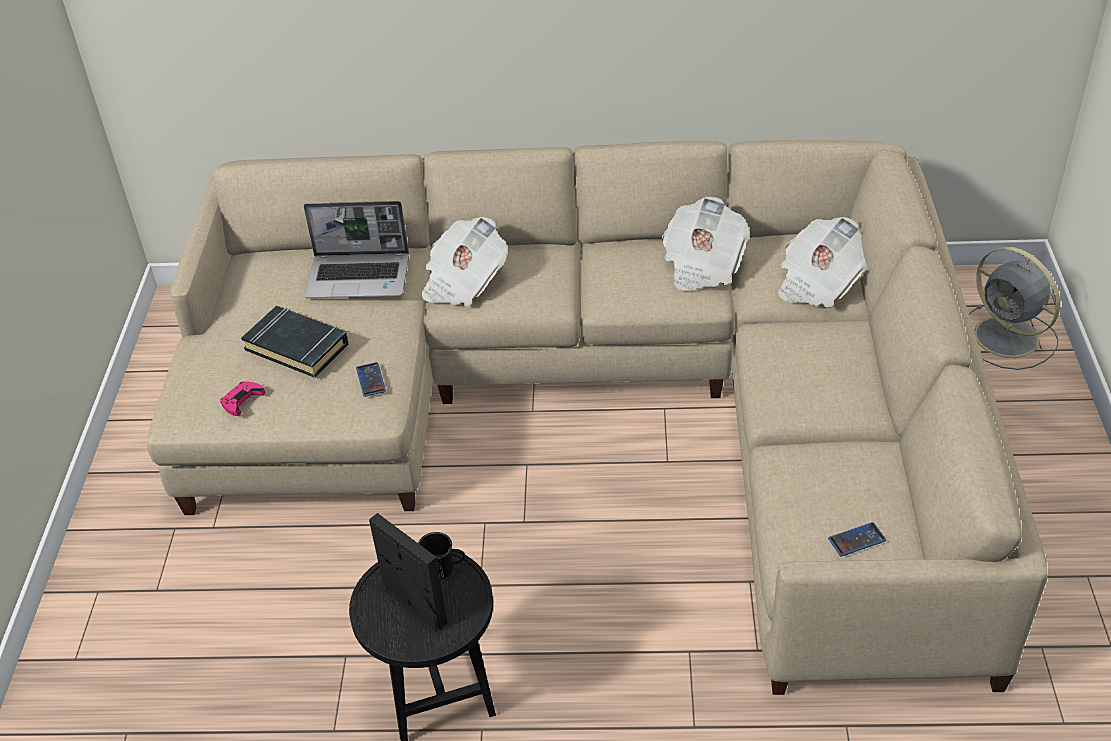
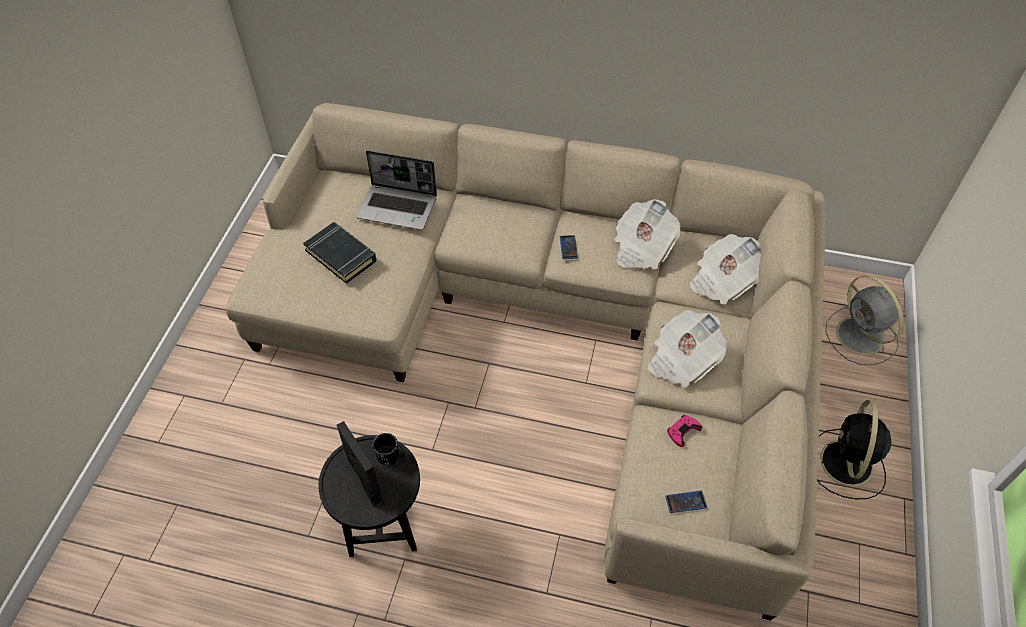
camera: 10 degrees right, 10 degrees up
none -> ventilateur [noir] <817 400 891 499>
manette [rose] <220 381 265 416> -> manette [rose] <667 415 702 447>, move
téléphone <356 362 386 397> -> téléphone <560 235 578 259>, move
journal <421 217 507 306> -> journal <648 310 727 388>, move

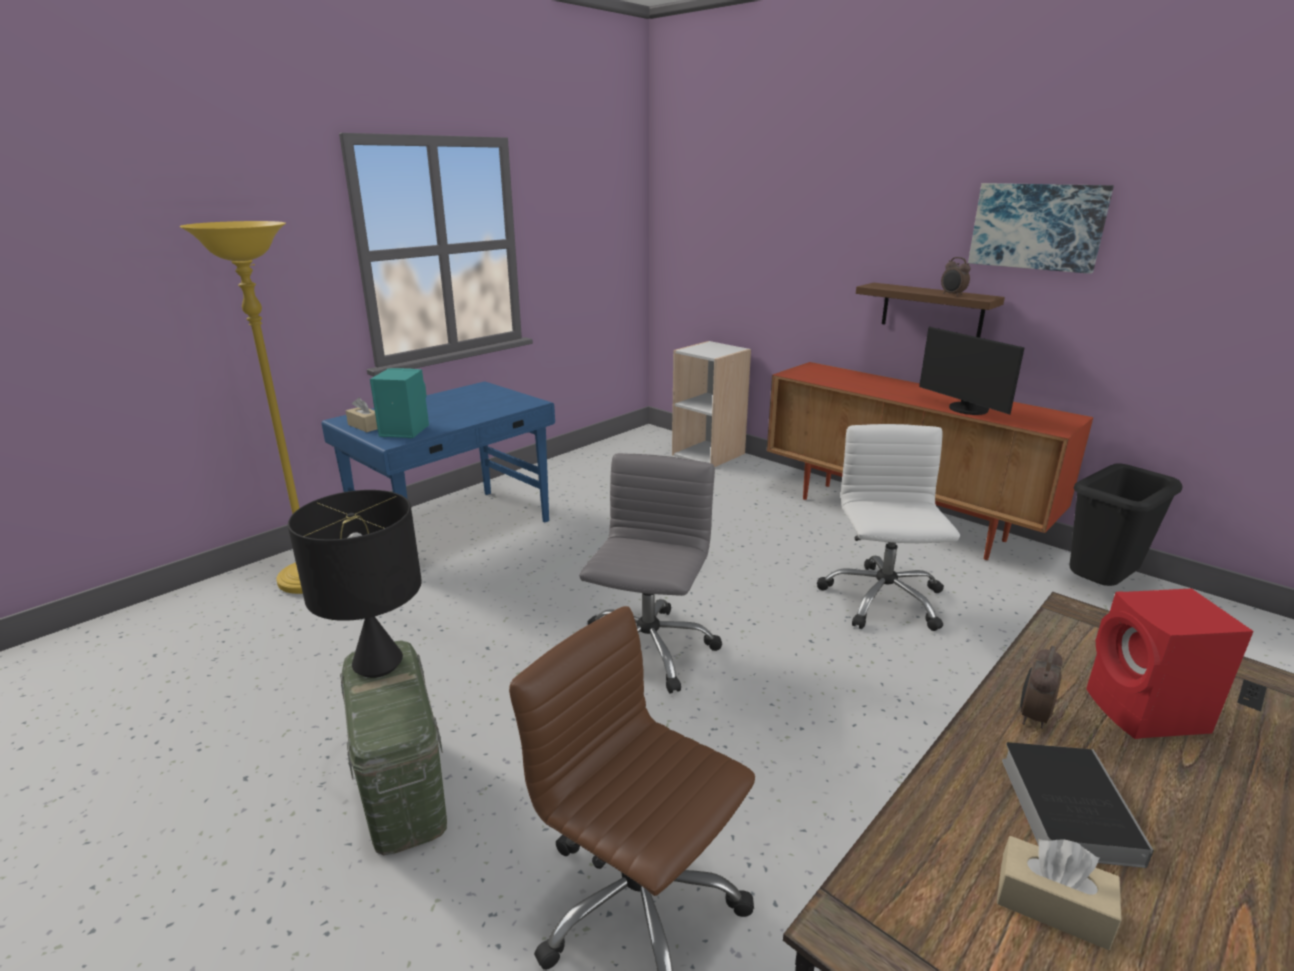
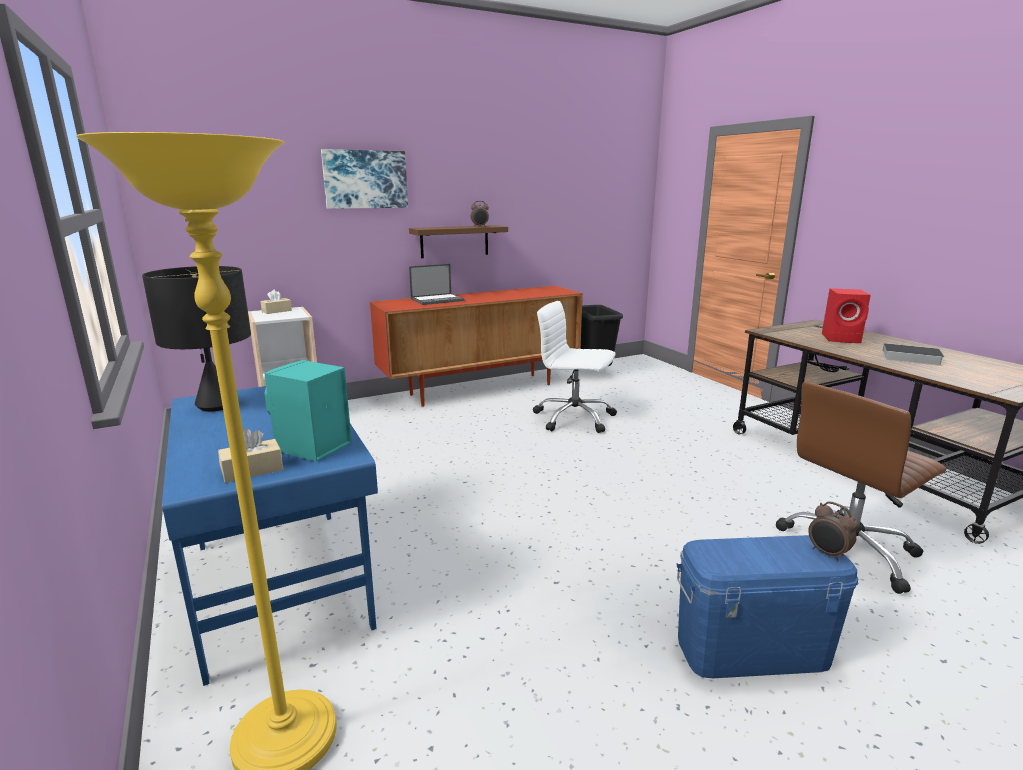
camera: 70 degrees left, 5 degrees down
chaise de bureau [gris] <579 453 722 693> -> none
écran d'ordinateur <919 327 1025 415> -> none
none -> ordinateur portable <409 264 464 305>
lampe de table [noir] <288 490 422 678> -> lampe de table [noir] <142 266 251 412>, move
tableau <968 183 1114 274> -> tableau <321 149 408 209>, move
boîte à mouchoirs [beige] <997 836 1122 950> -> boîte à mouchoirs [beige] <260 290 292 314>, move
réveil <1020 646 1063 729> -> réveil <808 501 858 561>, move
boîte de rangement [vert] <340 640 447 855> -> boîte de rangement [bleu] <676 535 858 678>

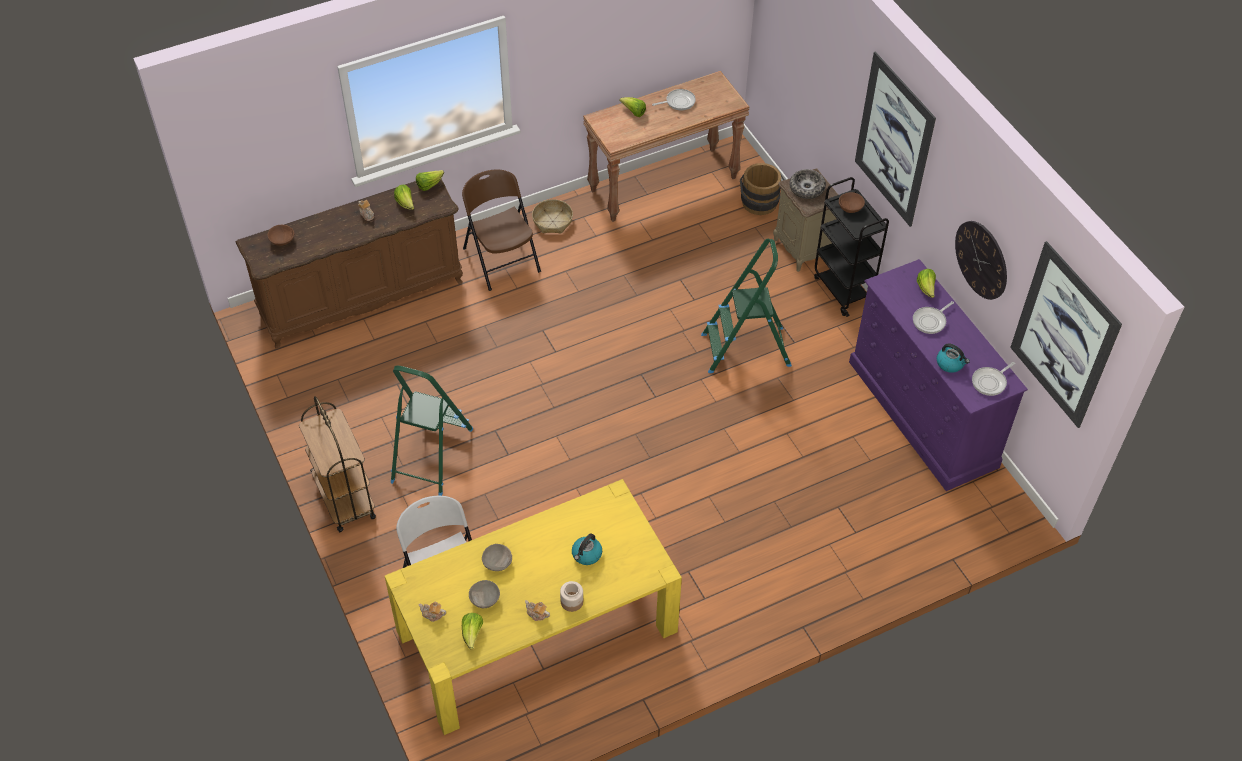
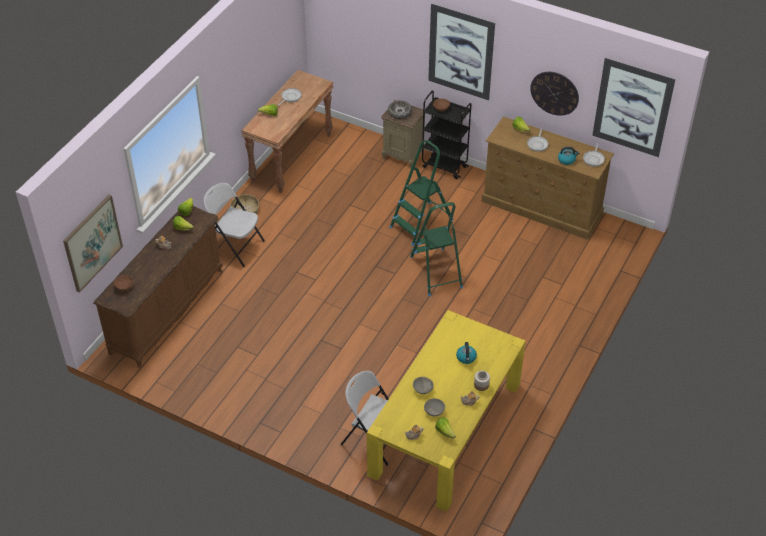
camera: 35 degrees left, 5 degrees down
chariot [marron] <299 396 376 532> -> none
seau [marron] <740 163 785 215> -> none
none -> tableau <63 195 123 293>
escabeau [vert] <391 366 473 496> -> escabeau [vert] <410 202 463 297>, move
chaise [marron] <462 170 541 291> -> chaise [blanc] <204 183 265 267>
commode [violet] <849 259 1028 491> -> commode [marron] <481 116 614 240>

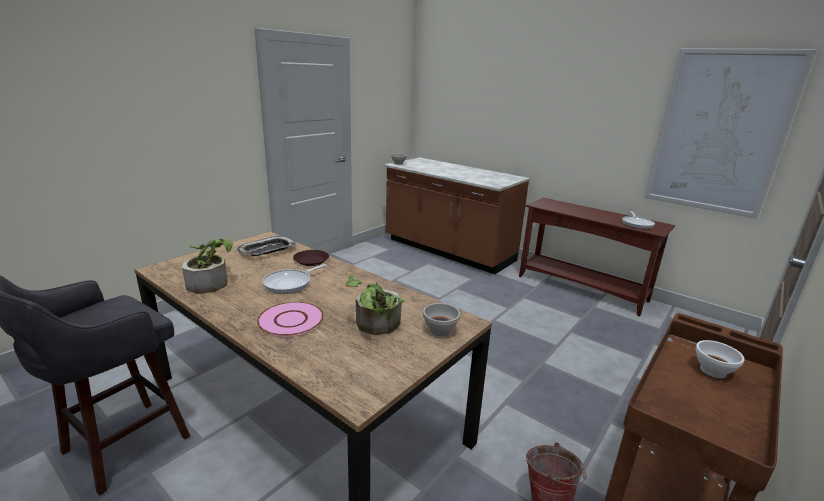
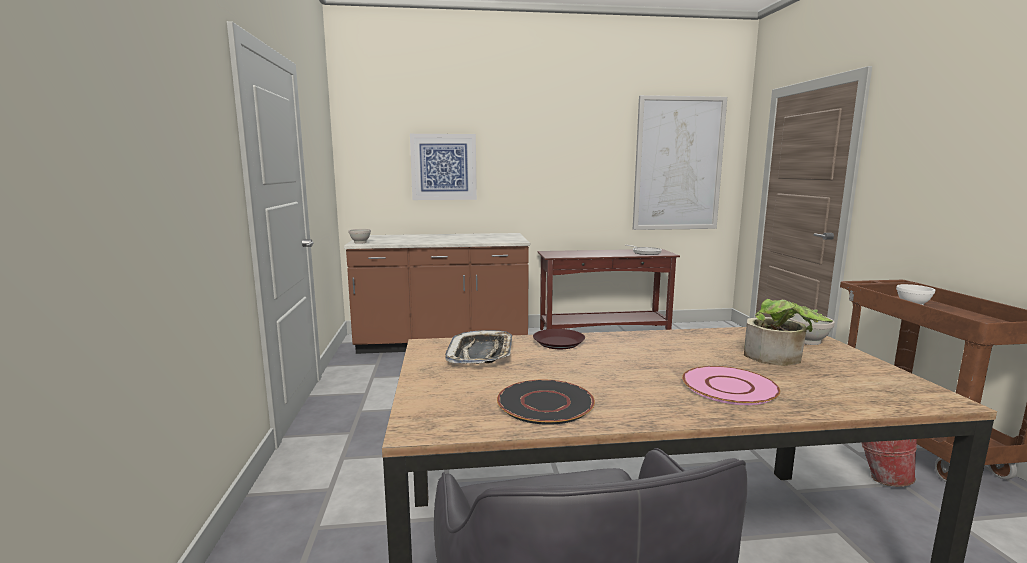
camera: 45 degrees left, 10 degrees down
poêle <262 264 327 294> -> none
none -> tableau <410 134 477 200>
plante en pot <182 238 233 294> -> assiette [noir] <497 380 595 425>

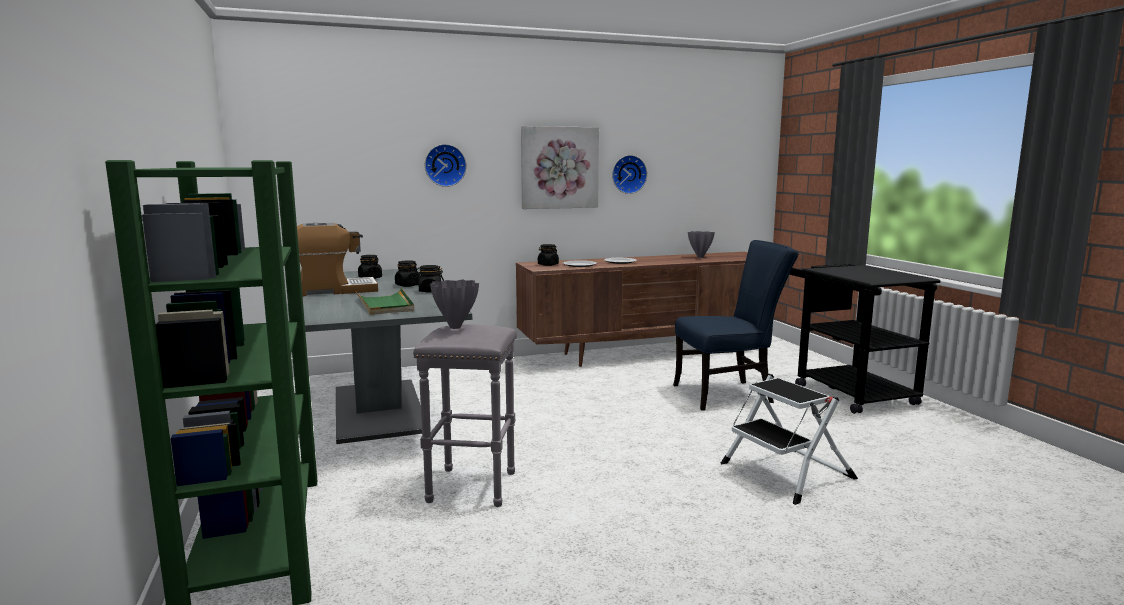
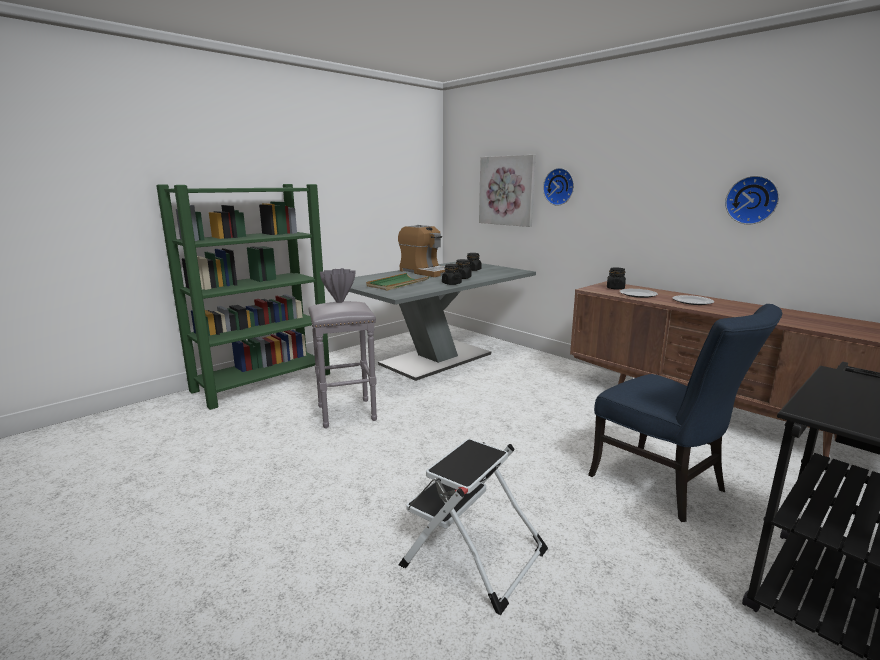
camera: 65 degrees right, 5 degrees up
vase [gris] <688 231 715 258> -> none
tableau <521 126 599 209> -> tableau <479 155 536 227>, move

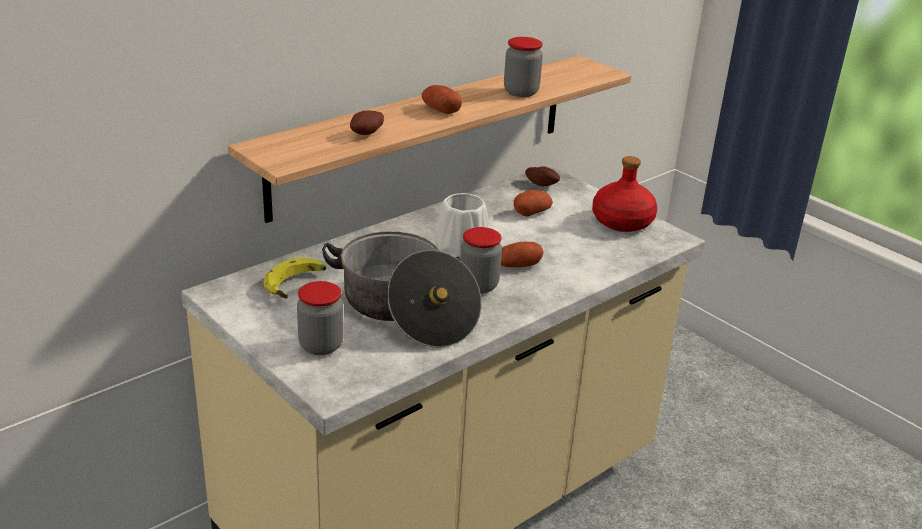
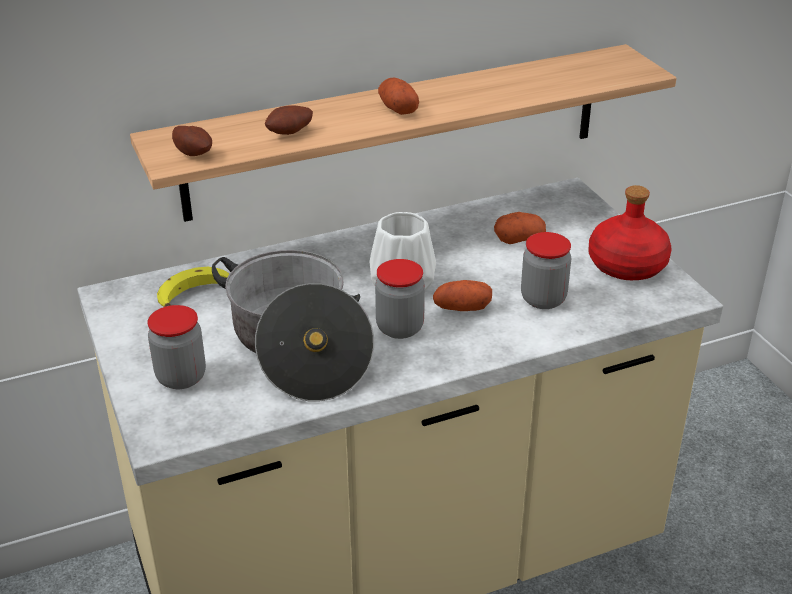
camera: 20 degrees right, 5 degrees up
bocal <504 37 543 97> -> bocal <521 232 571 309>, move
pomme de terre <525 166 560 186> -> pomme de terre <172 126 212 156>, move

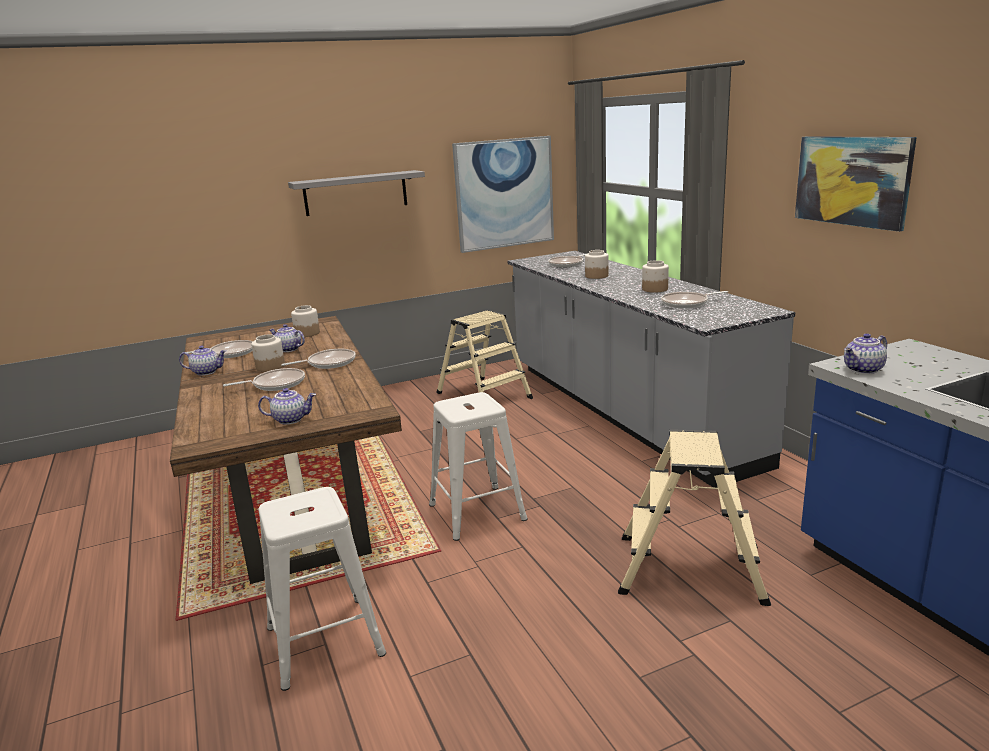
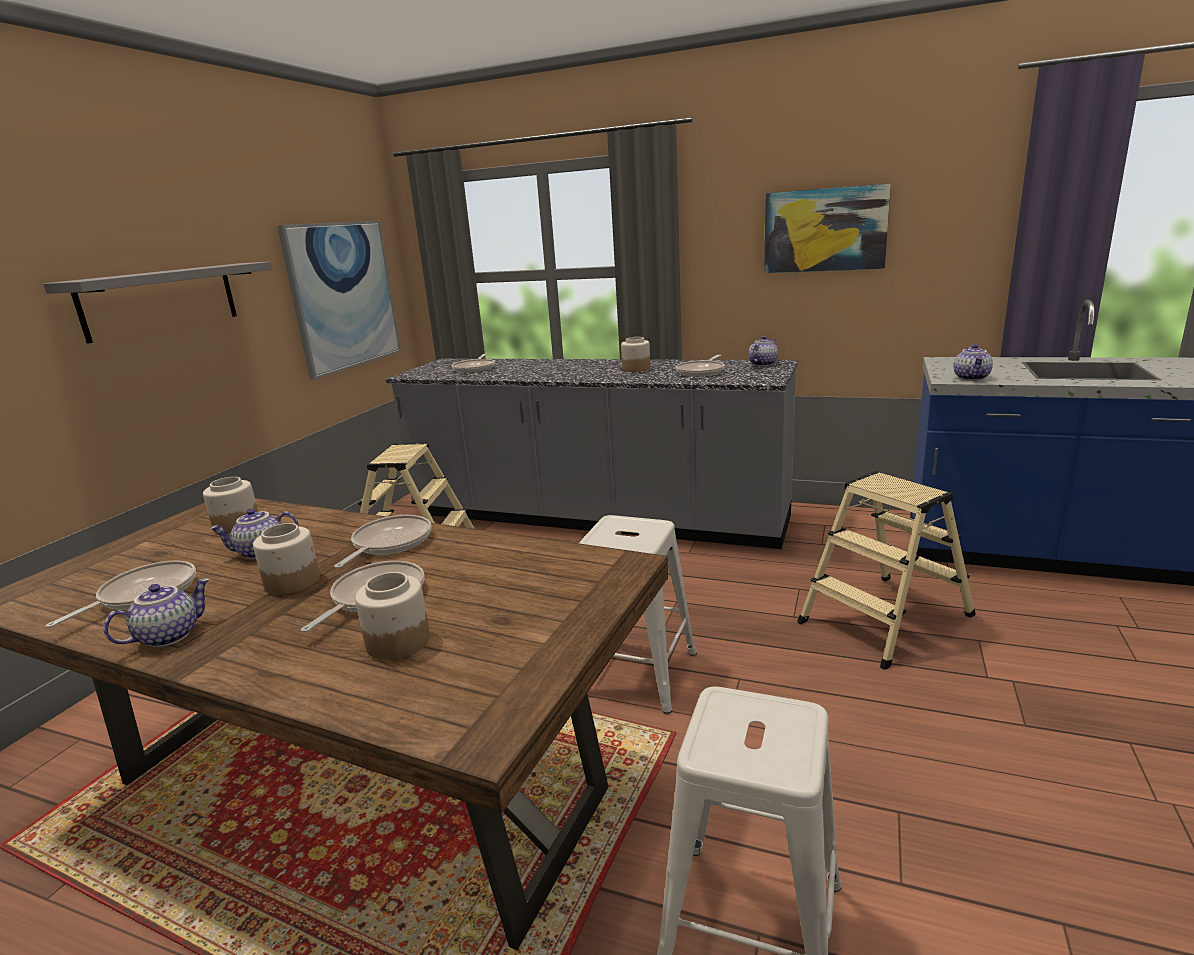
camera: 45 degrees left, 0 degrees up
théière <258 388 316 425> -> théière <749 336 778 366>, move
bocal <585 250 609 279> -> bocal <355 572 430 660>, move

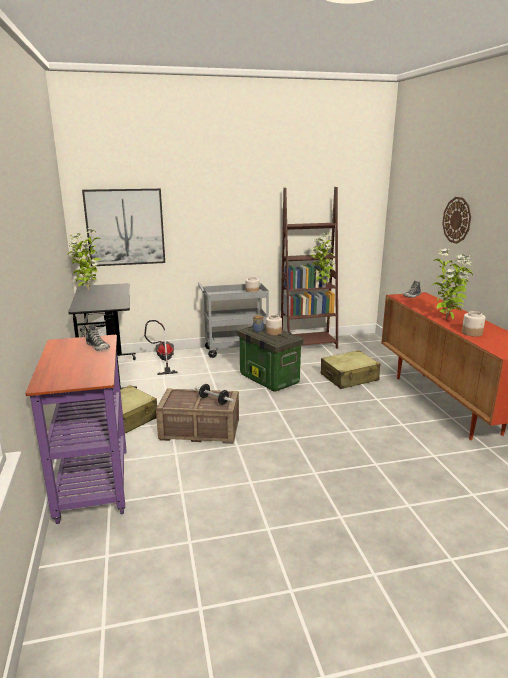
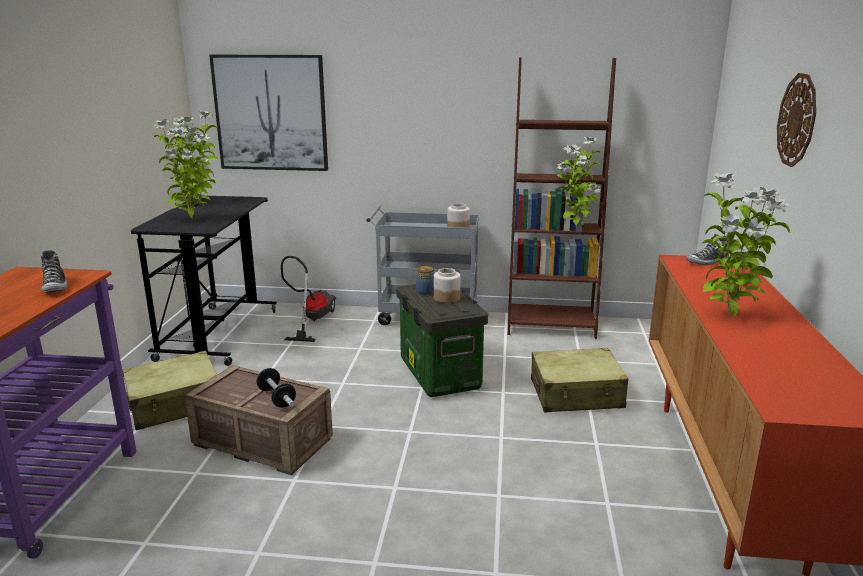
camera: 20 degrees right, 0 degrees up
bocal <462 311 485 337> -> none
none -> plante en pot <153 119 215 218>

